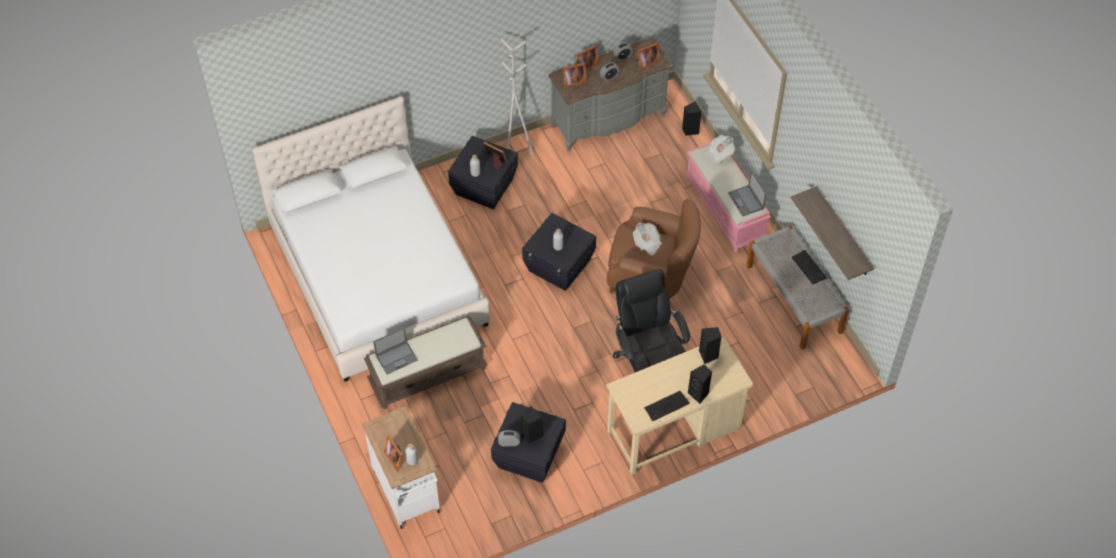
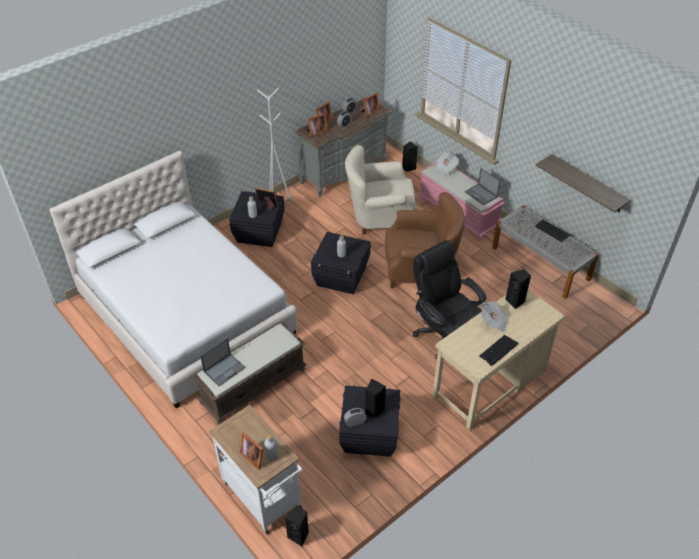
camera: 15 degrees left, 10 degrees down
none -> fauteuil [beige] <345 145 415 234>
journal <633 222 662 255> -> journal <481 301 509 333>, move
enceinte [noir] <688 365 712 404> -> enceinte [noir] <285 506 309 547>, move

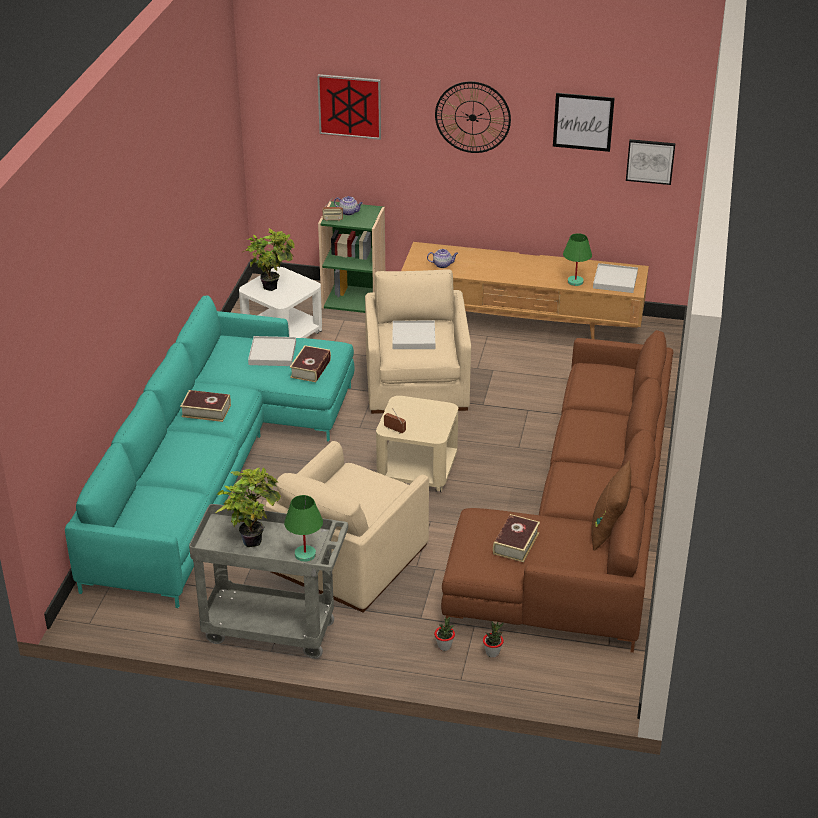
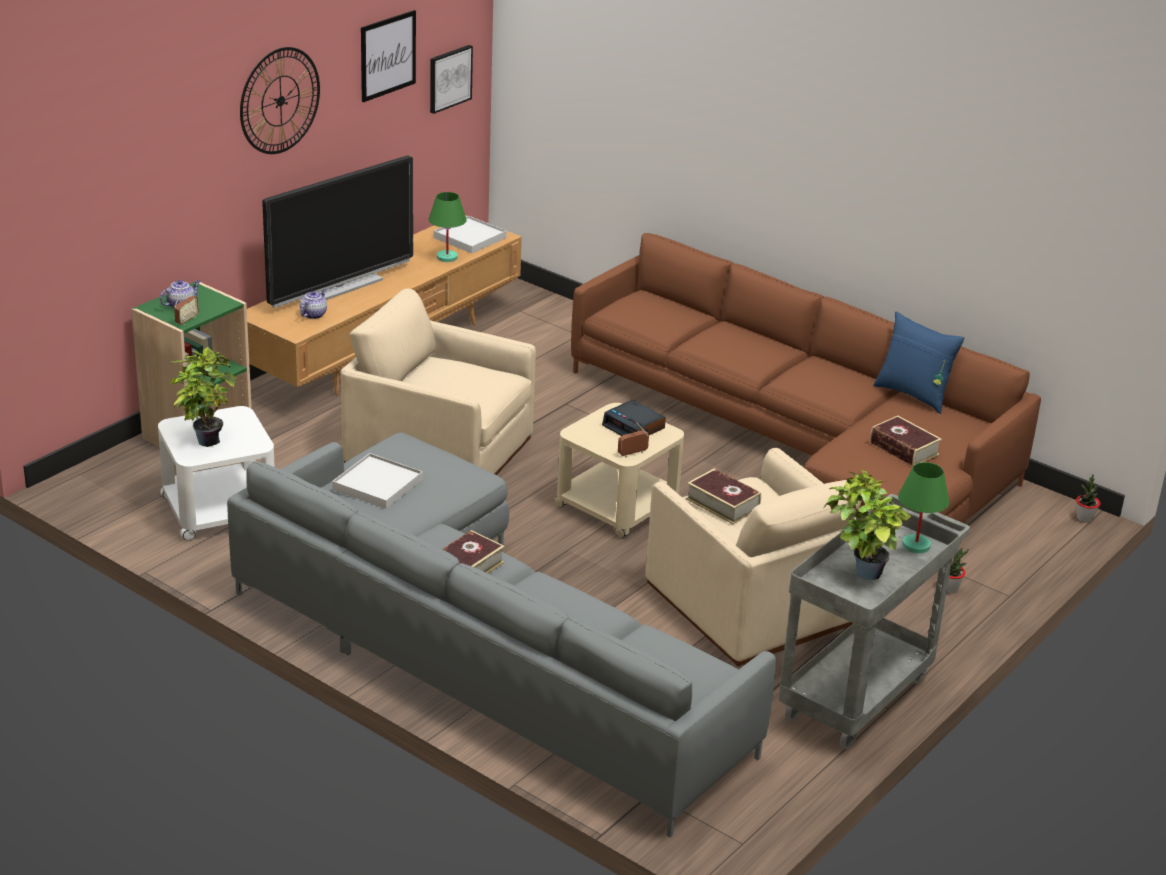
camera: 65 degrees left, 5 degrees down
tableau <317 74 381 140> -> none
plateau [blanc] <392 321 435 349> -> none
none -> téléviseur <262 155 413 308>
none -> réveil <602 400 666 436>
livre <290 345 331 382> -> livre <686 468 761 524>, move
plante en pot <483 622 504 658> -> plante en pot <1076 474 1100 523>, move
canapé [turquoise] <65 295 355 608> -> canapé [gris] <227 432 776 838>
coussin [marron] <591 461 631 551> -> coussin [bleu] <873 311 964 414>

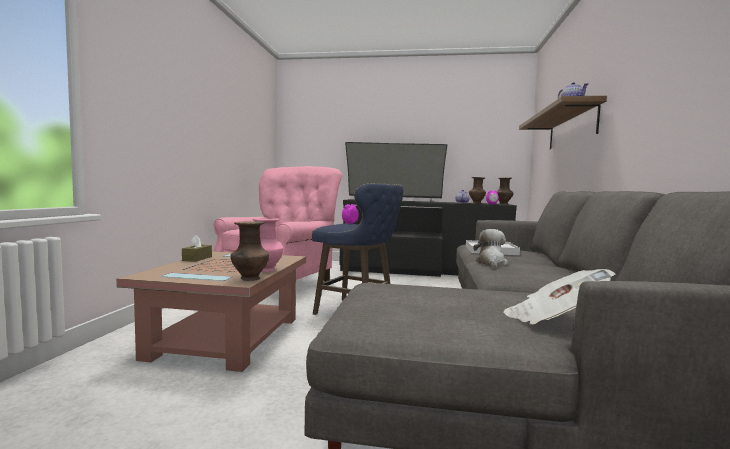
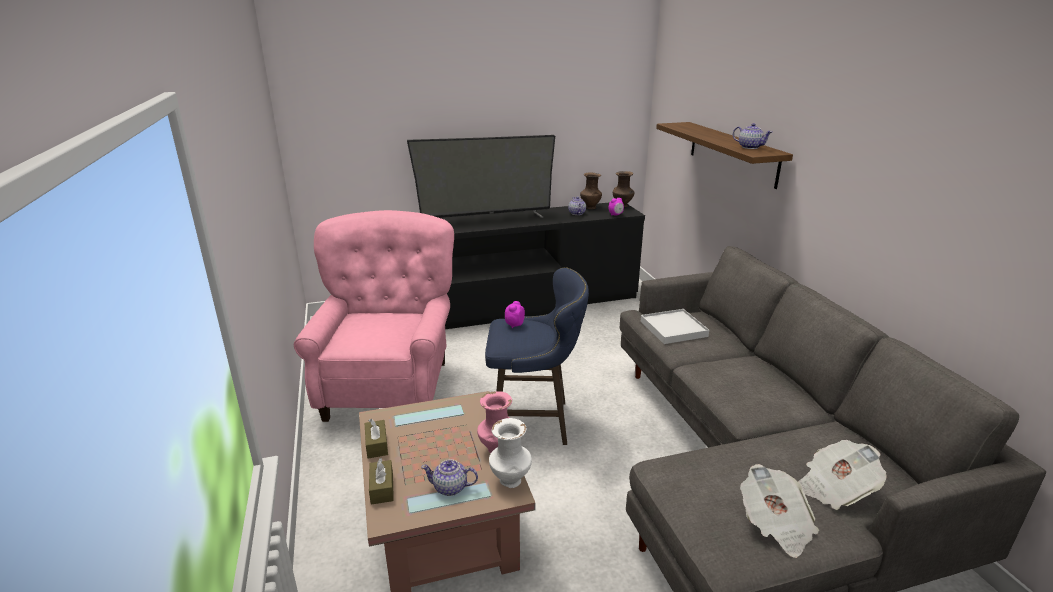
camera: 25 degrees left, 20 degrees up
peluche <473 229 508 268> -> none
none -> boîte à mouchoirs [marron] <369 458 394 505>
none -> théière <421 459 478 496>
none -> journal <740 464 819 558>
vase [marron] <230 221 269 281> -> vase [blanc] <489 418 532 488>

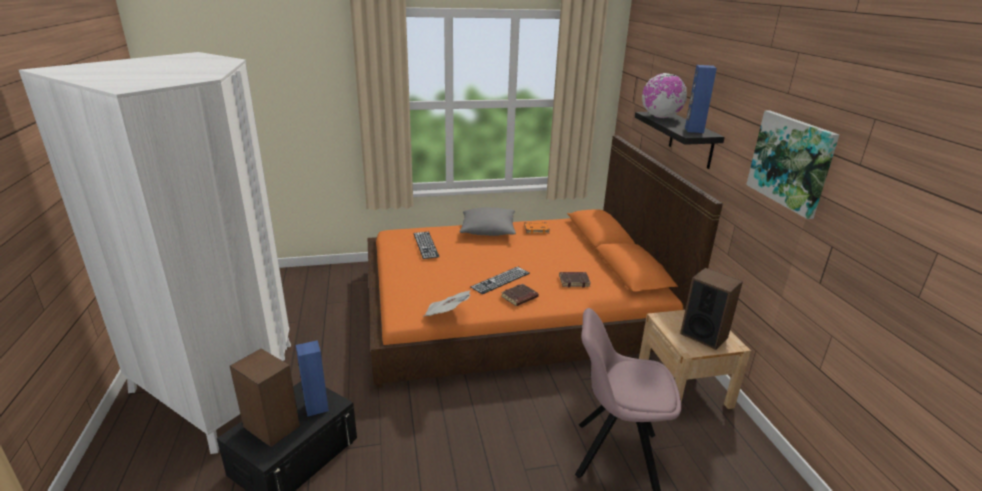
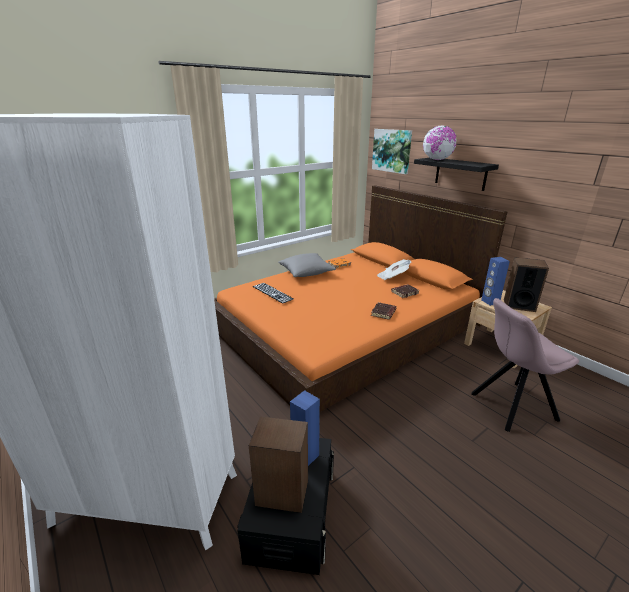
camera: 25 degrees left, 0 degrees up
clavier <471 267 530 294> -> none
journal <423 291 470 317> -> journal <377 259 412 280>, move
enceinte [bleu] <685 65 717 133> -> enceinte [bleu] <481 257 510 306>, move
tableau <746 111 839 219> -> tableau <372 129 412 174>, move

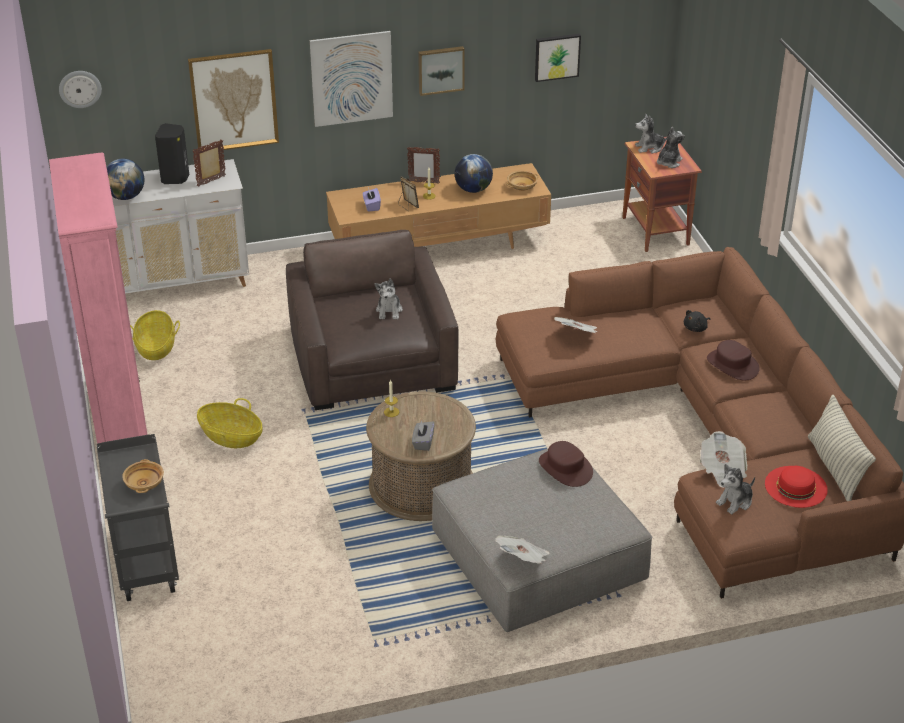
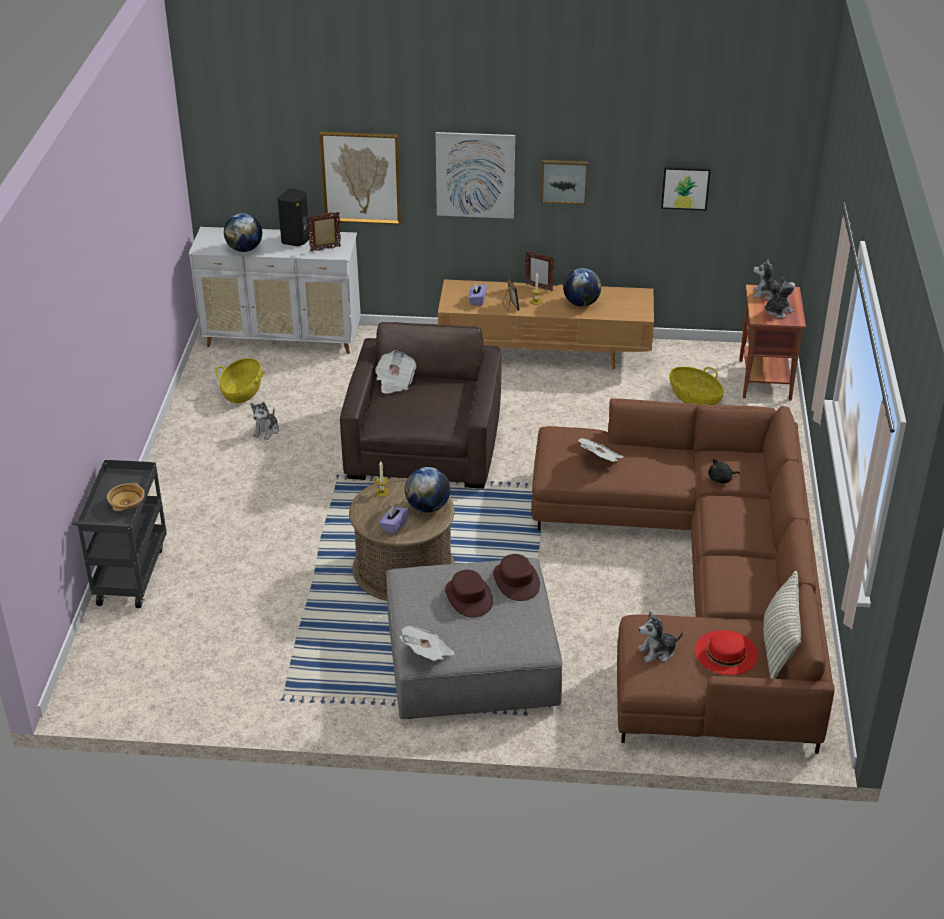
camera: 20 degrees right, 0 degrees up
bibliothèque [rose] <49 152 147 443> -> none
horloge murale <59 71 102 108> -> none
bol [beige] <506 171 539 191> -> none
none -> globe <405 467 450 513>
panier <197 398 263 448> -> panier <669 367 724 406>, move
peluche <374 279 403 319> -> peluche <251 402 279 440>, move
journal <700 431 747 488> -> journal <375 350 417 394>, move
chapeau [marron] <707 340 760 380> -> chapeau [marron] <445 570 493 617>, move
boîte à mouchoirs [gris] <412 420 435 451> -> boîte à mouchoirs [violet] <379 504 409 535>

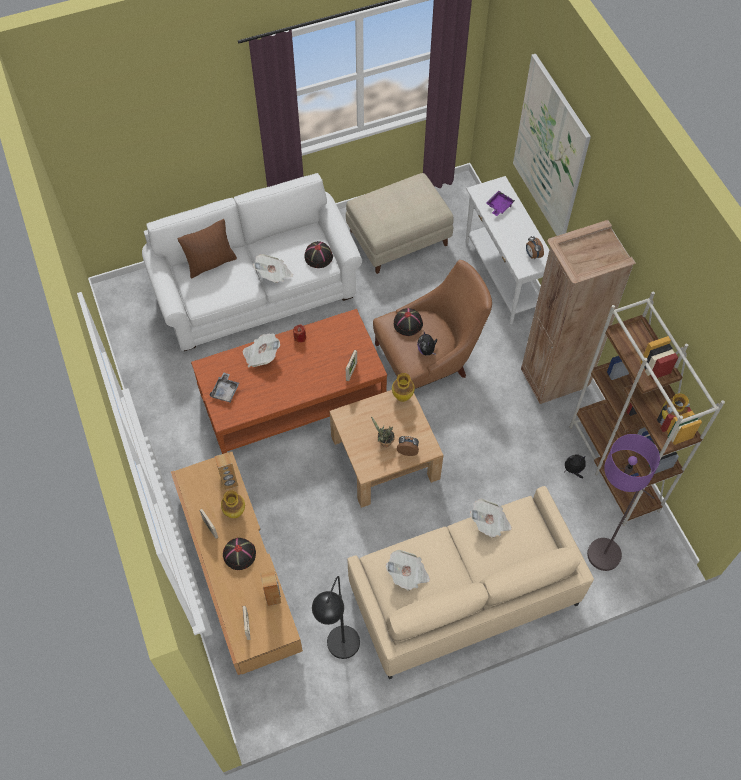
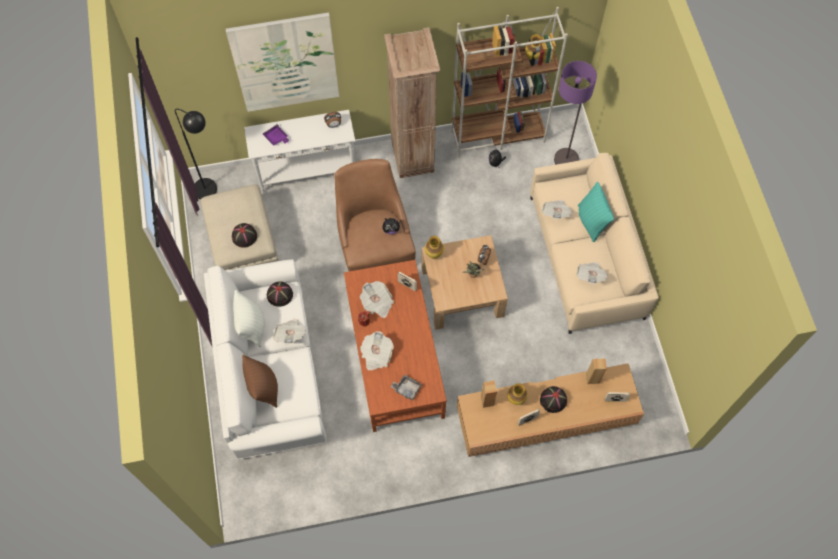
camera: 80 degrees left, 5 degrees up
none -> coussin [blanc] <233 290 265 347>
none -> journal <360 281 394 318>
none -> coussin [turquoise] <578 182 614 242>
lampadaire [noir] <312 576 360 659> -> lampadaire [noir] <175 109 217 199>, move
chapeau [noir] <394 308 423 336> -> chapeau [noir] <232 223 257 248>, move

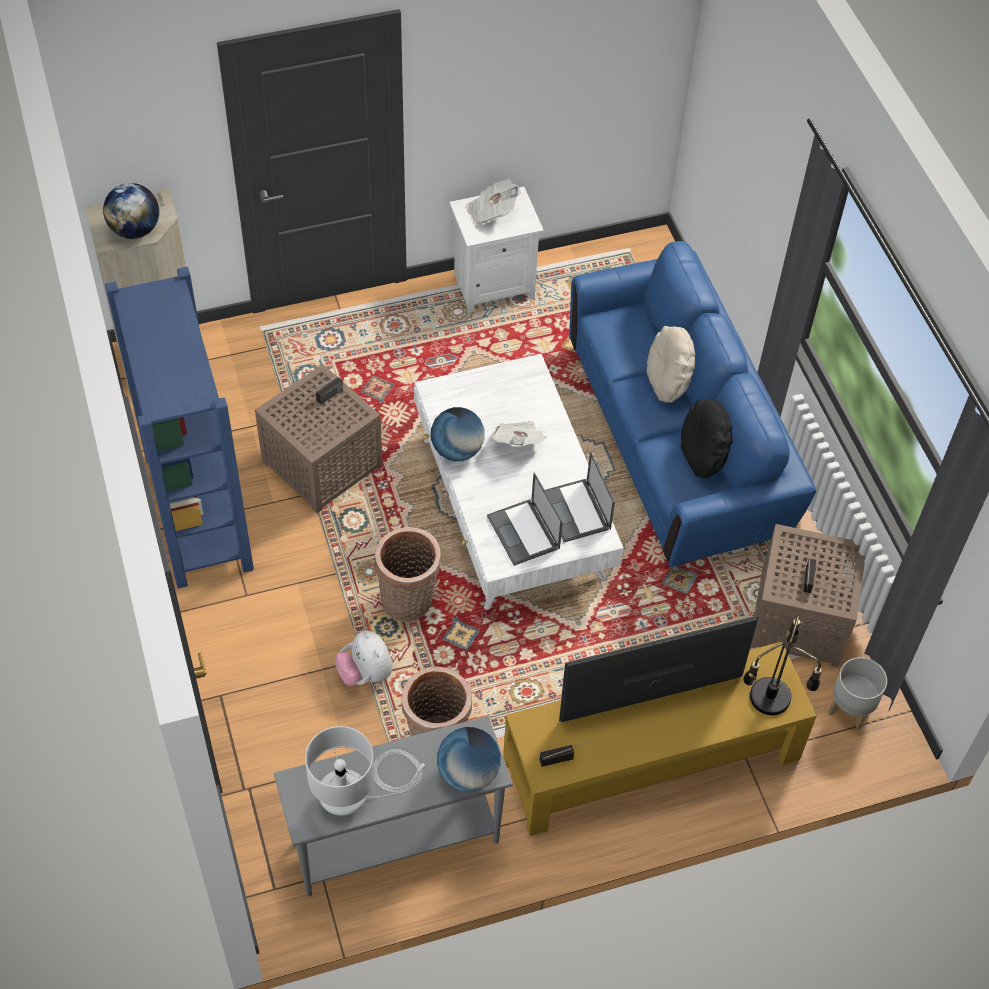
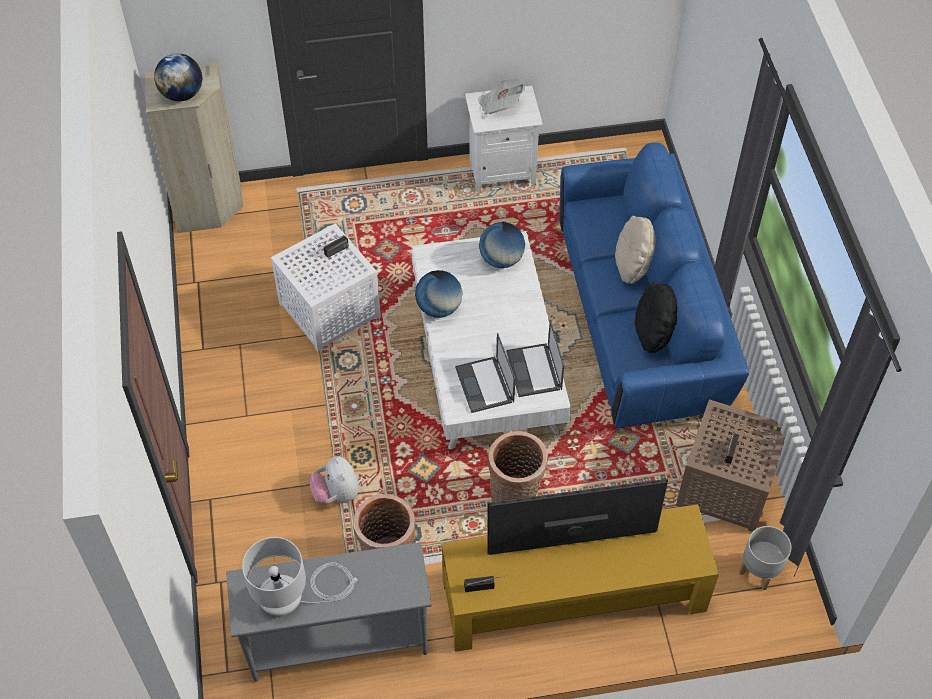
camera: 10 degrees right, 0 degrees up
bibliothèque [bleu] <105 267 254 589> -> none
journal <491 421 546 447> -> none
lampe de table <743 615 822 715> -> none
panier <374 527 441 622> -> panier <487 431 548 502>, move
globe <437 727 501 792> -> globe <479 222 525 268>, move
table d'appoint [marron] <255 364 383 514> -> table d'appoint [blanc] <271 223 381 351>

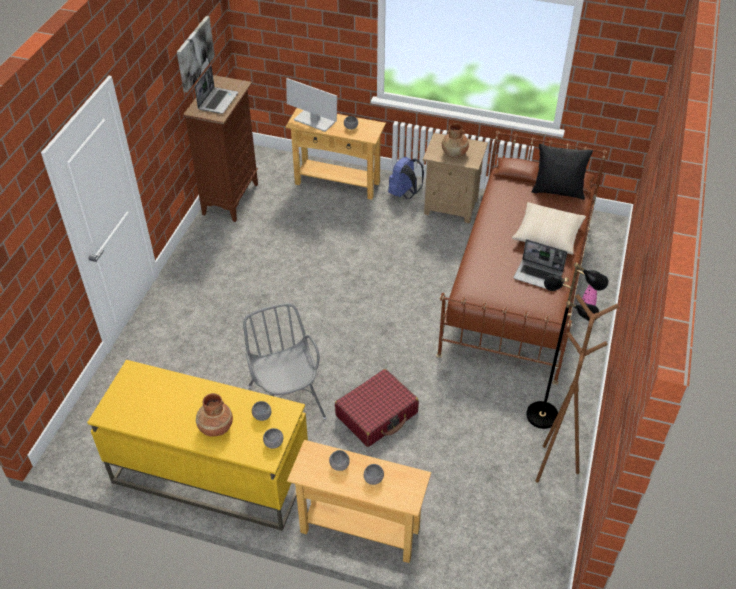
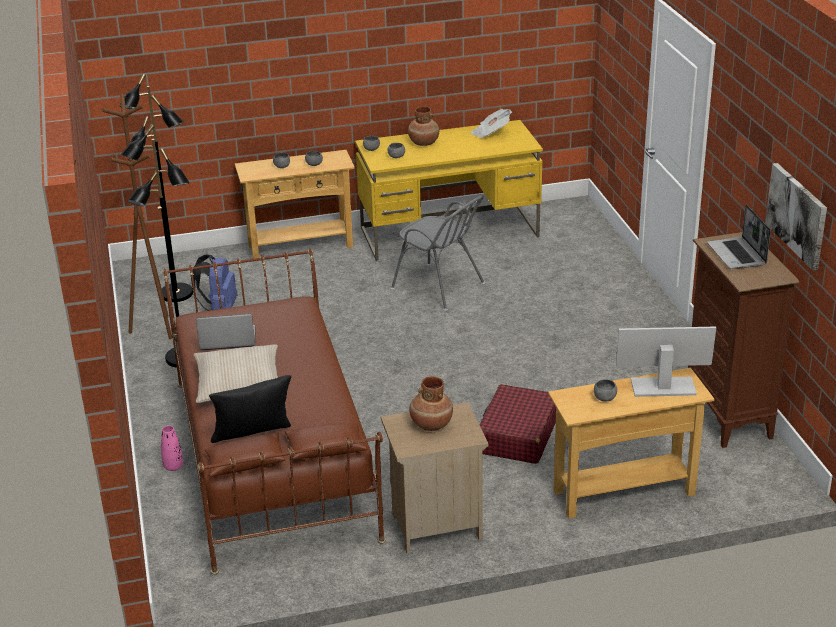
camera: 150 degrees right, 15 degrees down
none -> lampadaire [noir] <119 73 193 302>
none -> journal <471 109 512 139>
valise [rouge] <335 369 419 447> -> valise [rouge] <480 384 556 464>, move
sac à dos [bleu] <388 157 424 199> -> sac à dos [bleu] <191 254 238 311>, move

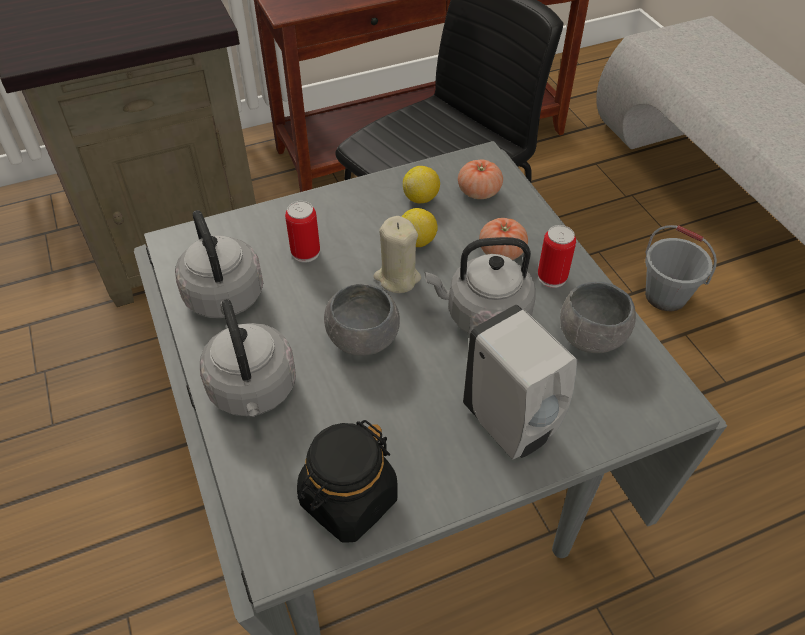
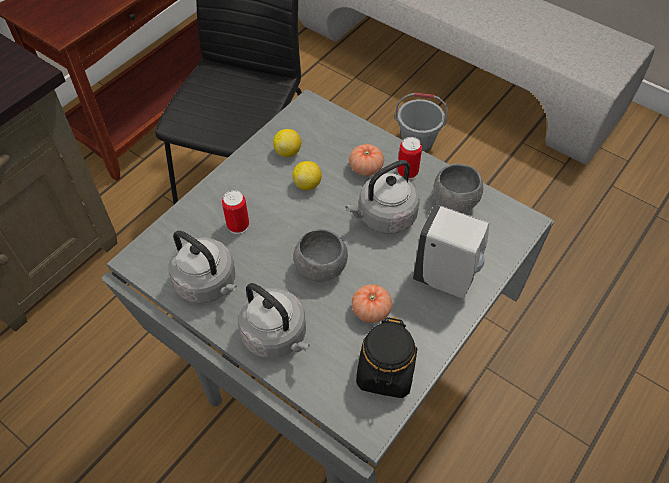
camera: 30 degrees left, 5 degrees up
bougie [beige] <373 216 421 293> -> none
tomate <458 159 503 199> -> tomate <352 284 392 323>, move

